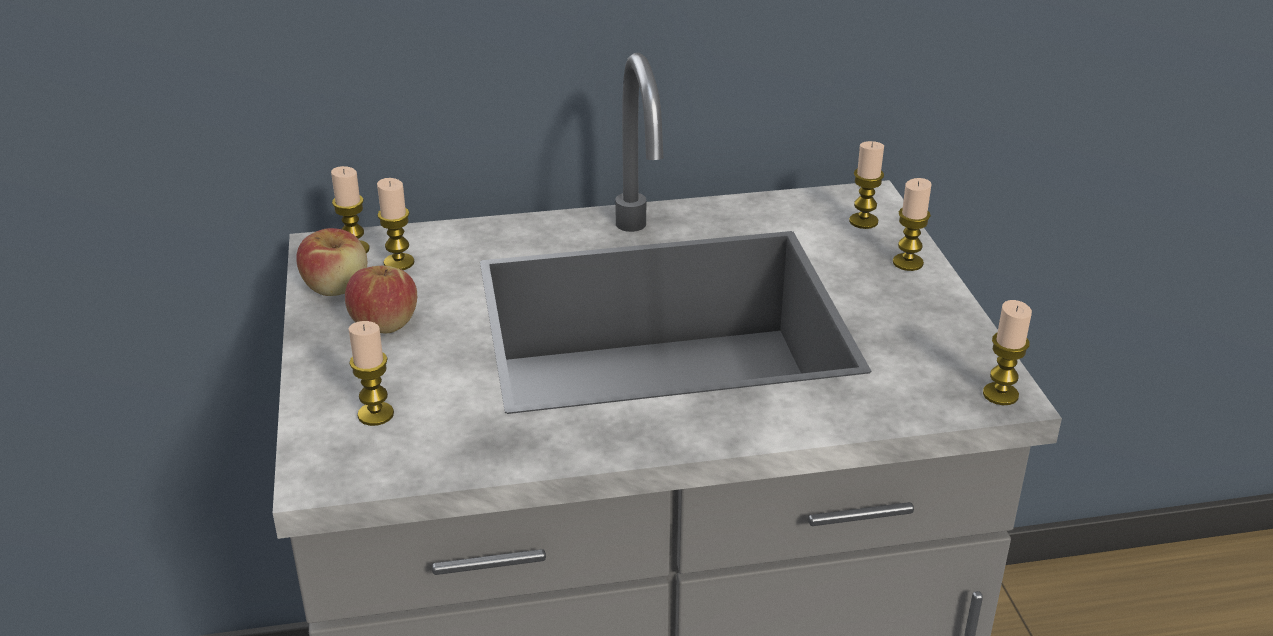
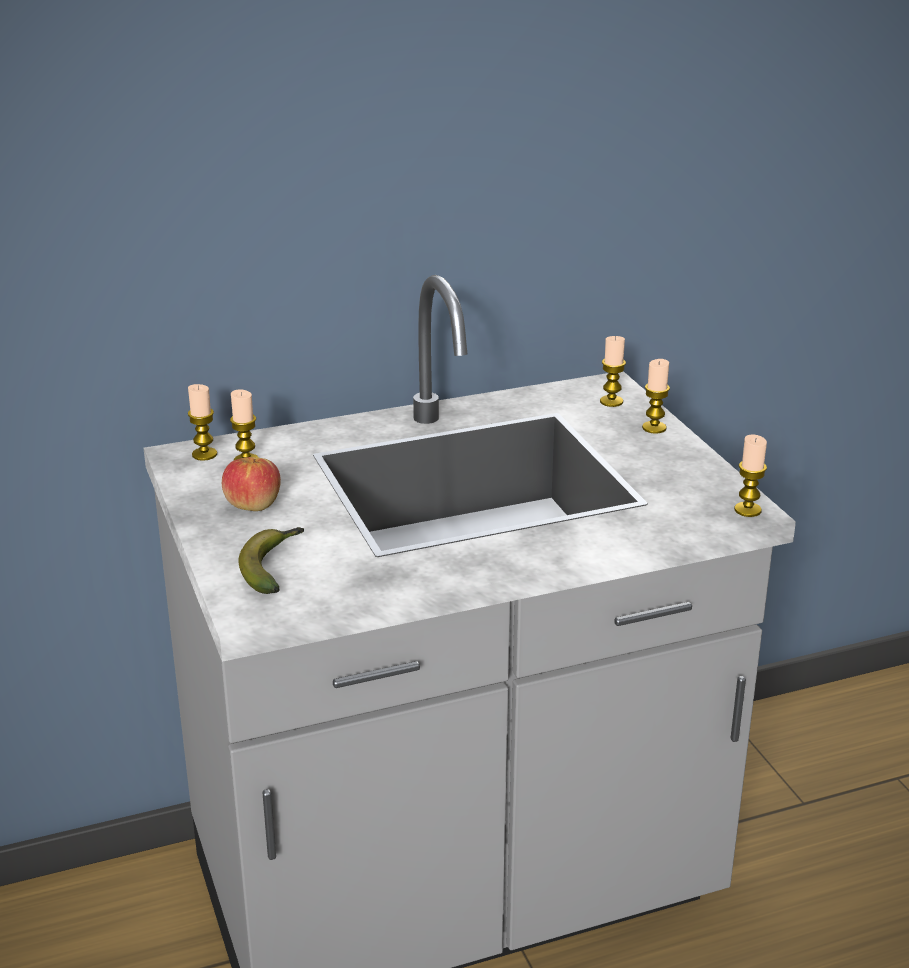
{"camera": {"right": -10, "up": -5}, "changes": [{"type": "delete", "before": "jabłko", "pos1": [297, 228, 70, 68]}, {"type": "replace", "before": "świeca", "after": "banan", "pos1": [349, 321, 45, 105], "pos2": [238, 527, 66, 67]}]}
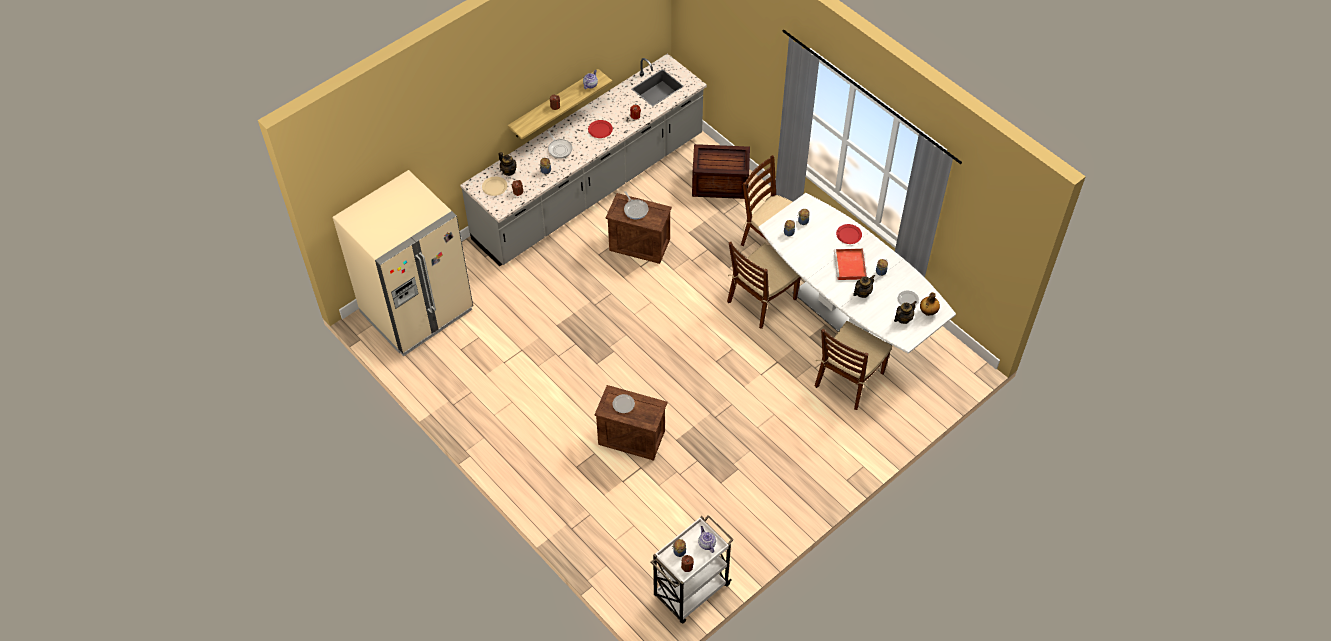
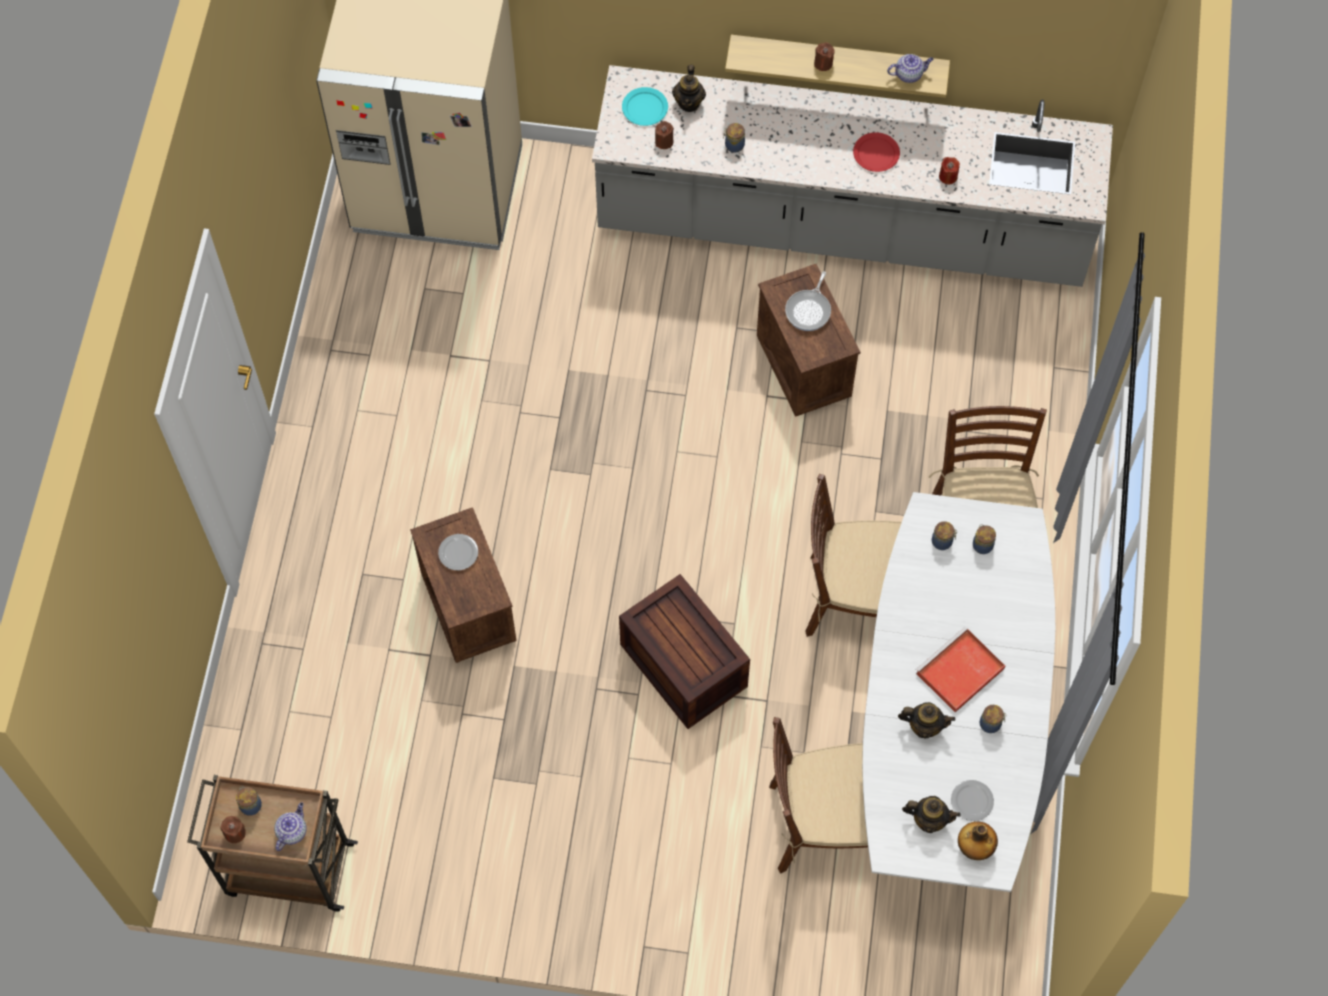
{"camera": {"right": 50, "up": 10}, "changes": [{"type": "recolor", "before": "talerz/beżowy", "after": "talerz/turkusowy", "pos1": [482, 176, 25, 20], "pos2": [622, 87, 46, 39]}, {"type": "delete", "before": "patelnia", "pos1": [548, 131, 24, 28]}, {"type": "recolor", "before": "wózek/biały", "after": "wózek/brązowy", "pos1": [650, 515, 83, 109], "pos2": [187, 775, 171, 137]}, {"type": "move", "before": "skrzynka", "pos1": [692, 144, 58, 55], "pos2": [619, 574, 131, 155]}, {"type": "delete", "before": "talerz/czerwony", "pos1": [836, 224, 26, 20]}]}
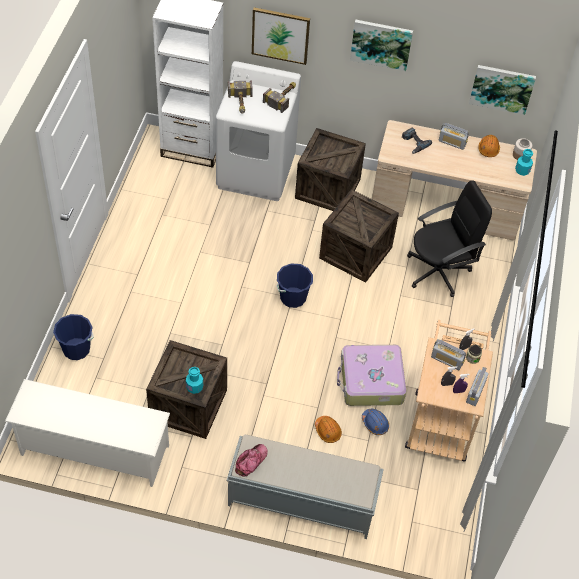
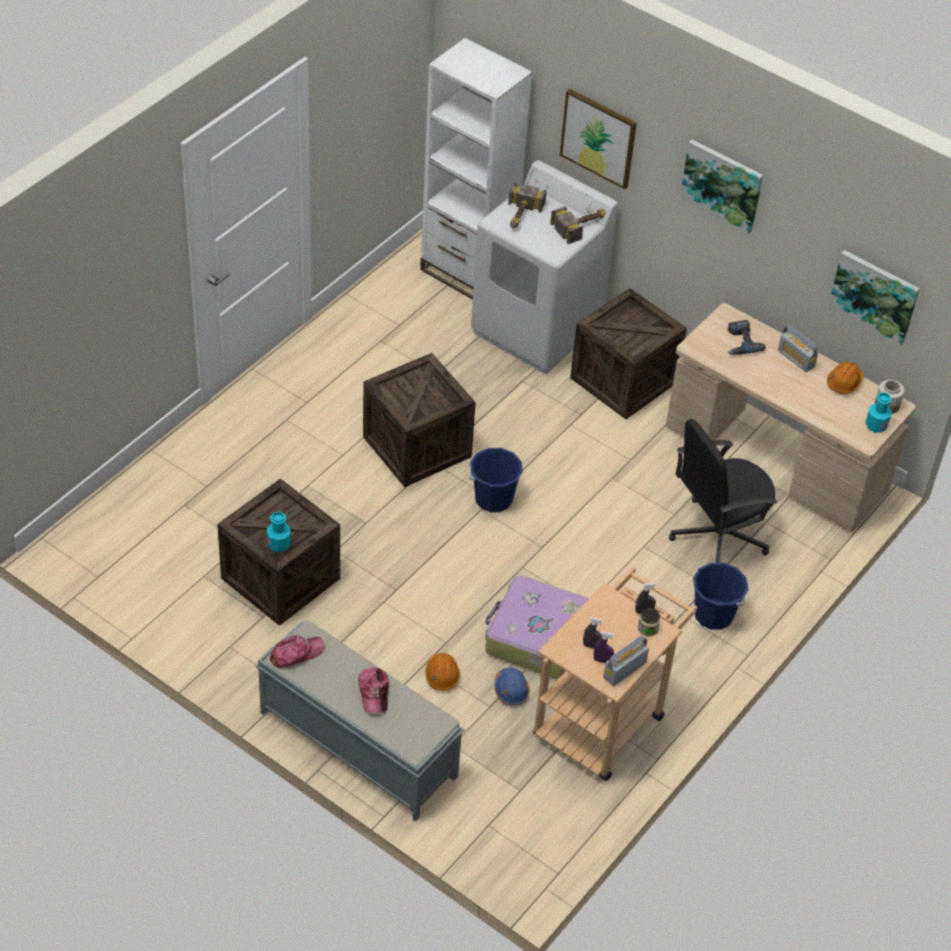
{"camera": {"right": 25, "up": -5}, "changes": [{"type": "delete", "before": "regał na buty/biały", "pos1": [5, 379, 165, 108]}, {"type": "move", "before": "wiadro/niebieski", "pos1": [53, 314, 41, 46], "pos2": [693, 563, 55, 67]}, {"type": "move", "before": "skrzynka", "pos1": [319, 189, 80, 94], "pos2": [363, 353, 113, 134]}, {"type": "rotate", "before": "krzesło biurowe/czarny", "pos1": [407, 180, 85, 117], "pos2": [669, 419, 108, 144], "turn": 150}, {"type": "delete", "before": "radio", "pos1": [431, 339, 35, 31]}, {"type": "insert", "after": "czapka z daszkiem", "pos2": [358, 667, 31, 46]}]}
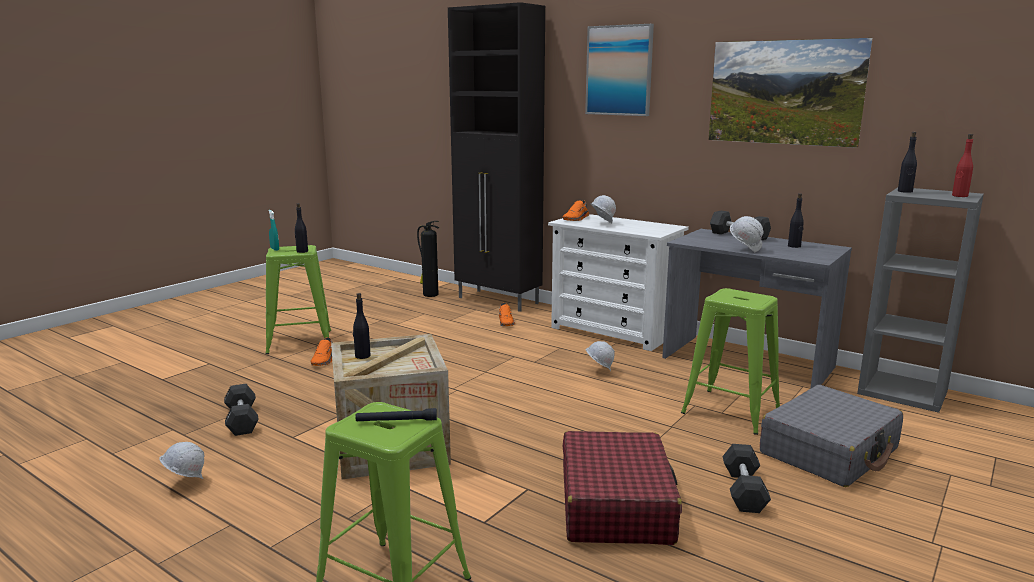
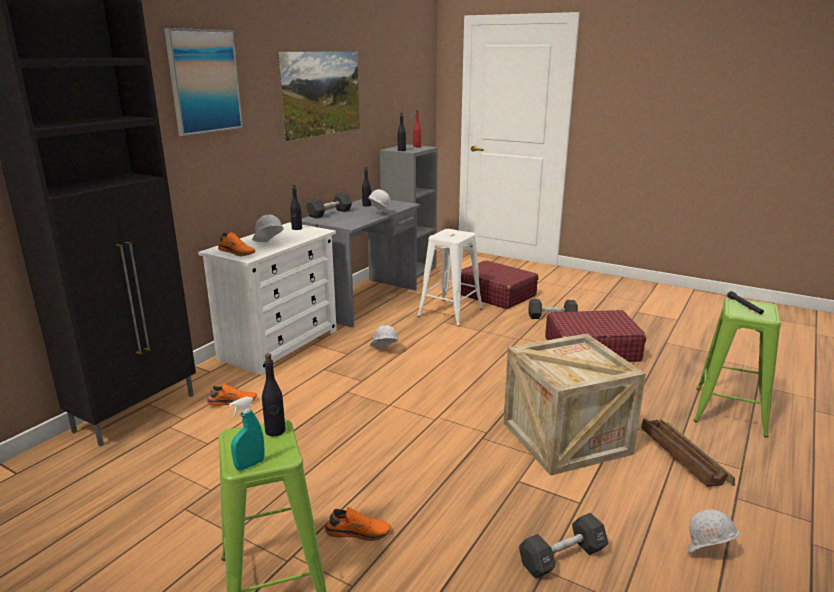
{"camera": {"right": -95, "up": 5}, "changes": [{"type": "move", "before": "butelka/czarny", "pos1": [353, 293, 18, 66], "pos2": [290, 184, 12, 46]}, {"type": "delete", "before": "gaśnica", "pos1": [417, 221, 22, 76]}, {"type": "recolor", "before": "stołek/zielony", "after": "stołek/biały", "pos1": [681, 288, 99, 147], "pos2": [417, 229, 66, 97]}, {"type": "recolor", "before": "walizka/szary", "after": "walizka/czerwony", "pos1": [760, 385, 143, 102], "pos2": [461, 260, 77, 49]}, {"type": "insert", "after": "skrzynka", "pos2": [641, 418, 94, 69]}]}
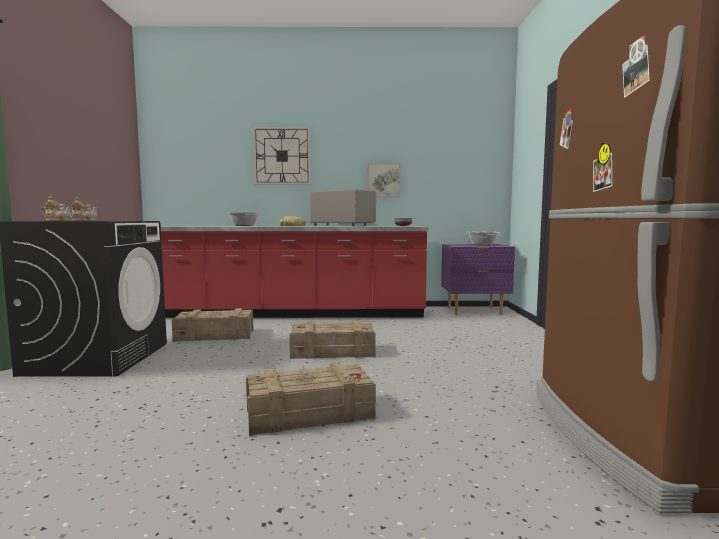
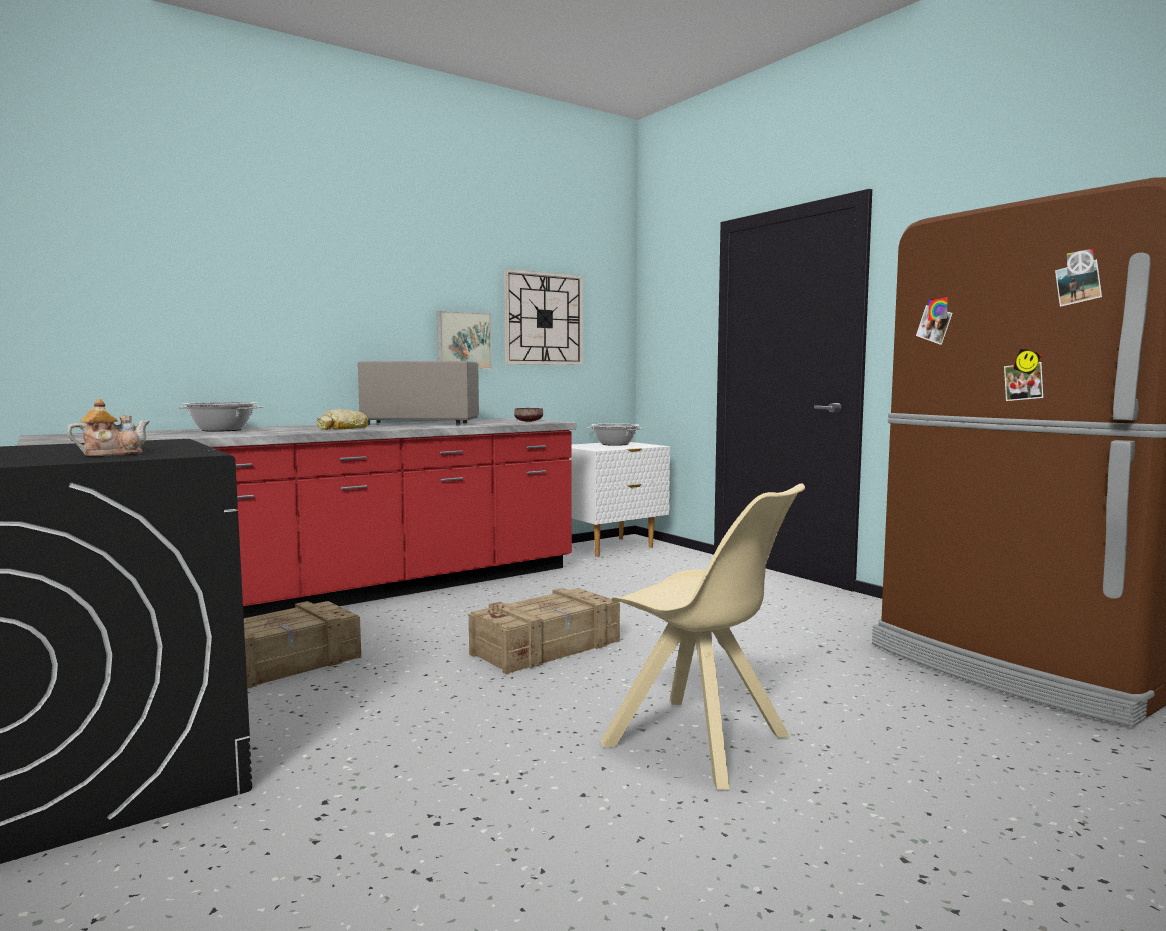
{"camera": {"right": -35, "up": 0}, "changes": [{"type": "delete", "before": "imbryk", "pos1": [40, 196, 32, 25]}, {"type": "replace", "before": "skrzynka", "after": "krzesło/beżowy", "pos1": [246, 362, 130, 74], "pos2": [600, 483, 205, 307]}, {"type": "move", "before": "zegar ścienny", "pos1": [253, 127, 58, 58], "pos2": [504, 269, 79, 96]}, {"type": "recolor", "before": "szafka nocna/fioletowy", "after": "szafka nocna/biały", "pos1": [441, 244, 74, 71], "pos2": [569, 442, 101, 115]}]}
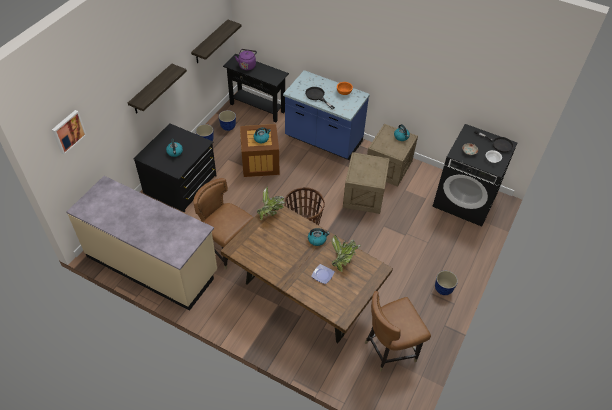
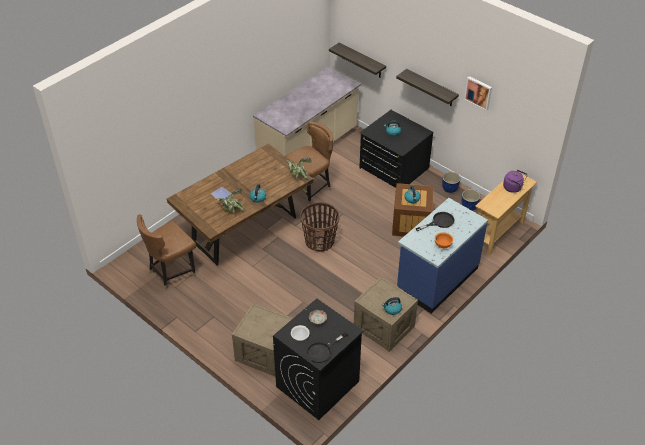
{"camera": {"right": 105, "up": -5}, "changes": [{"type": "move", "before": "obraz", "pos1": [52, 110, 34, 45], "pos2": [464, 76, 28, 35]}, {"type": "move", "before": "półka", "pos1": [191, 19, 50, 45], "pos2": [329, 42, 57, 35]}, {"type": "recolor", "before": "stolik konsolowy/czarny", "after": "stolik konsolowy/beżowy", "pos1": [223, 54, 66, 69], "pos2": [475, 170, 62, 85]}, {"type": "move", "before": "skrzynka", "pos1": [343, 152, 47, 62], "pos2": [232, 304, 61, 73]}, {"type": "rotate", "before": "krzesło/brązowy", "pos1": [365, 291, 66, 81], "pos2": [137, 215, 59, 75], "turn": -120}, {"type": "delete", "before": "donica", "pos1": [435, 271, 23, 24]}]}
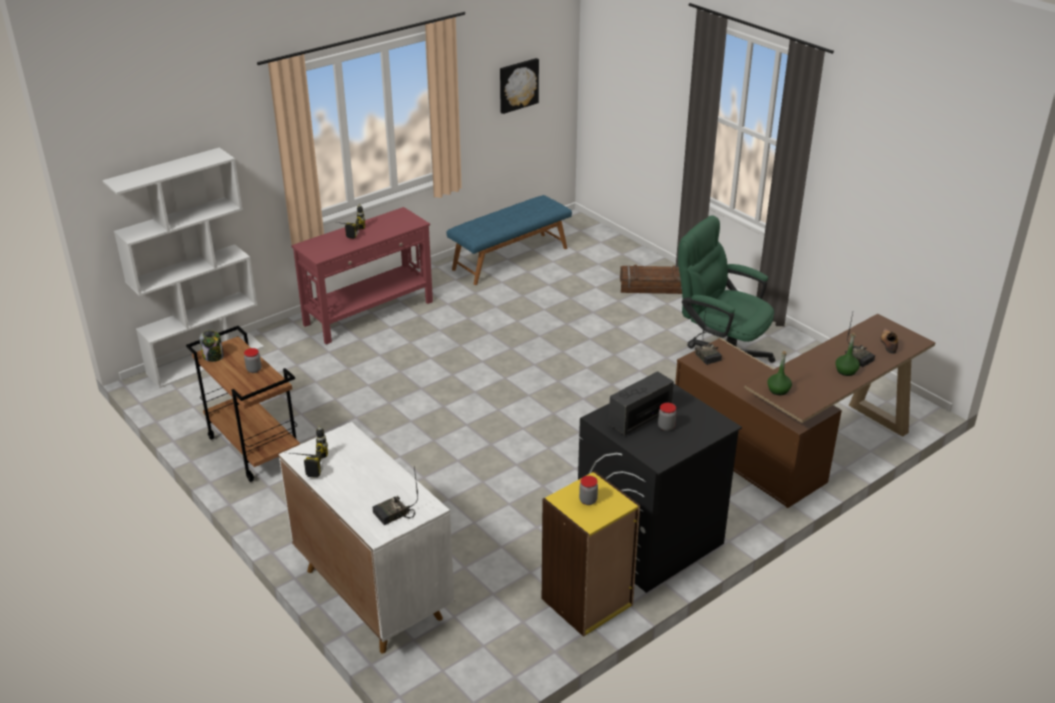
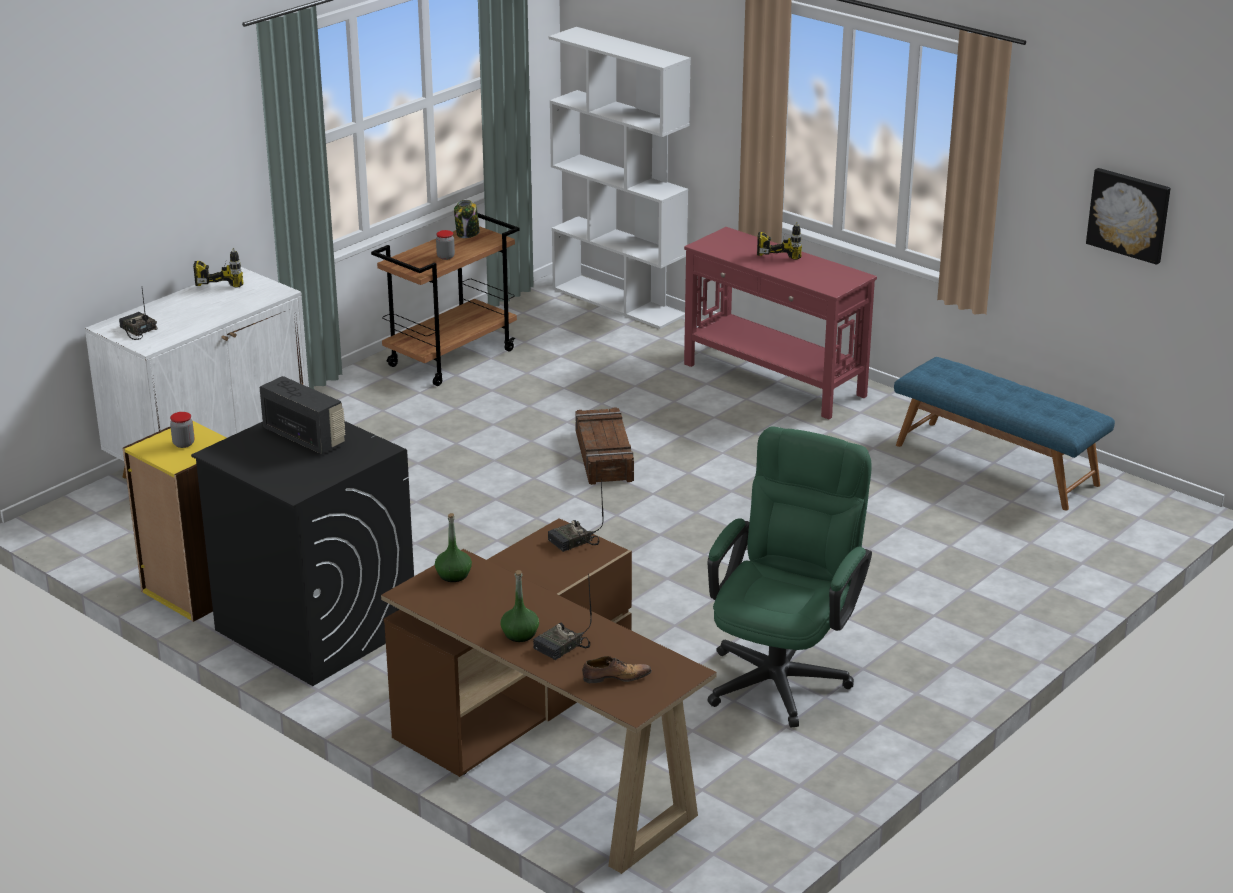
{"camera": {"right": 80, "up": -5}, "changes": [{"type": "move", "before": "skrzynka", "pos1": [620, 265, 62, 29], "pos2": [575, 407, 59, 78]}, {"type": "delete", "before": "słoik", "pos1": [658, 403, 19, 28]}]}
